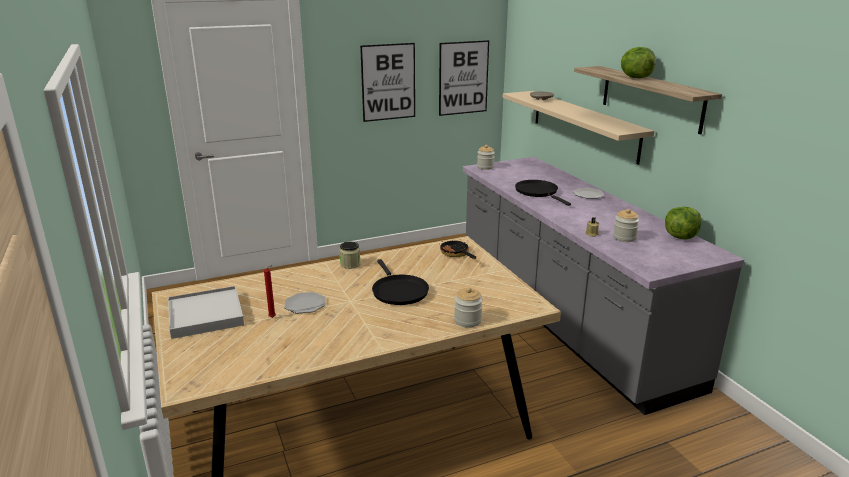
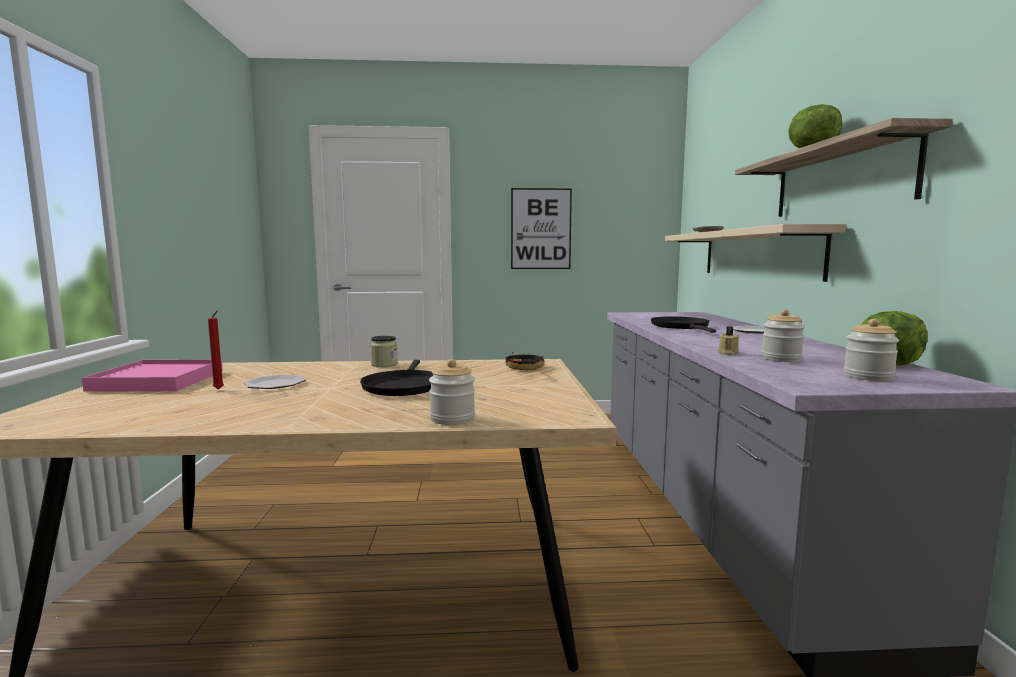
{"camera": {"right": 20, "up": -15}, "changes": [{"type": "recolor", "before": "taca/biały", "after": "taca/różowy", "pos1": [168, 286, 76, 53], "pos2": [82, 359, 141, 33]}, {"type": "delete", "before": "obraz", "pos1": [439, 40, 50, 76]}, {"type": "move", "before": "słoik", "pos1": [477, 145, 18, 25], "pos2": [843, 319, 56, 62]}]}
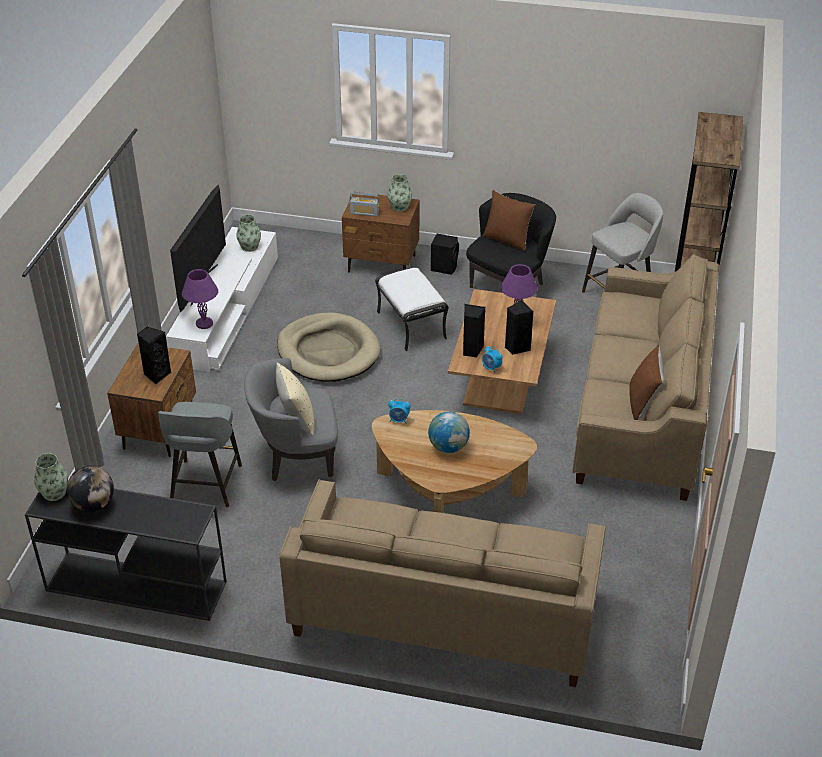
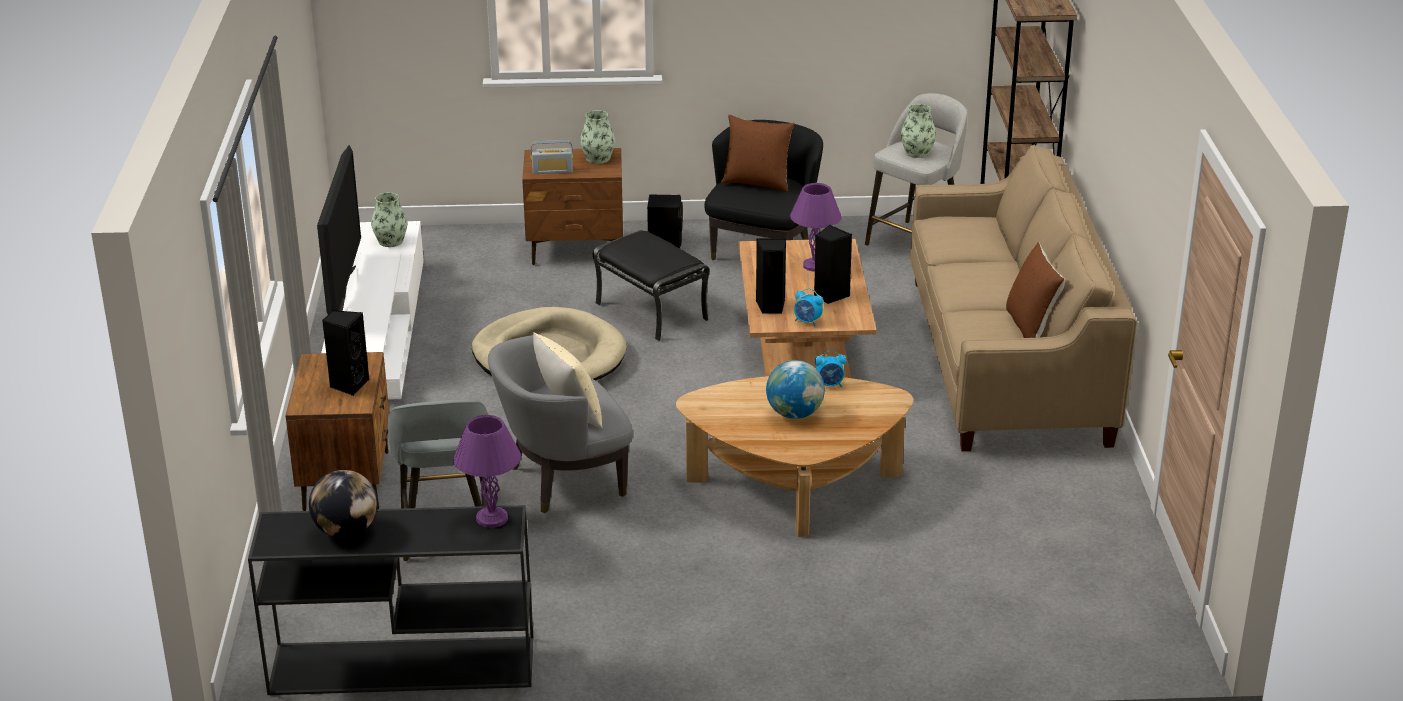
{"camera": {"right": -15, "up": -10}, "changes": [{"type": "move", "before": "wazon", "pos1": [34, 453, 34, 48], "pos2": [901, 104, 35, 54]}, {"type": "move", "before": "lampa stołowa/fioletowy", "pos1": [182, 269, 36, 60], "pos2": [454, 415, 67, 113]}, {"type": "delete", "before": "kanapa/beżowy", "pos1": [279, 479, 327, 208]}, {"type": "recolor", "before": "pufa/biały", "after": "pufa/czarny", "pos1": [375, 266, 74, 85], "pos2": [593, 230, 117, 111]}, {"type": "move", "before": "budzik", "pos1": [388, 398, 23, 26], "pos2": [815, 350, 32, 37]}]}
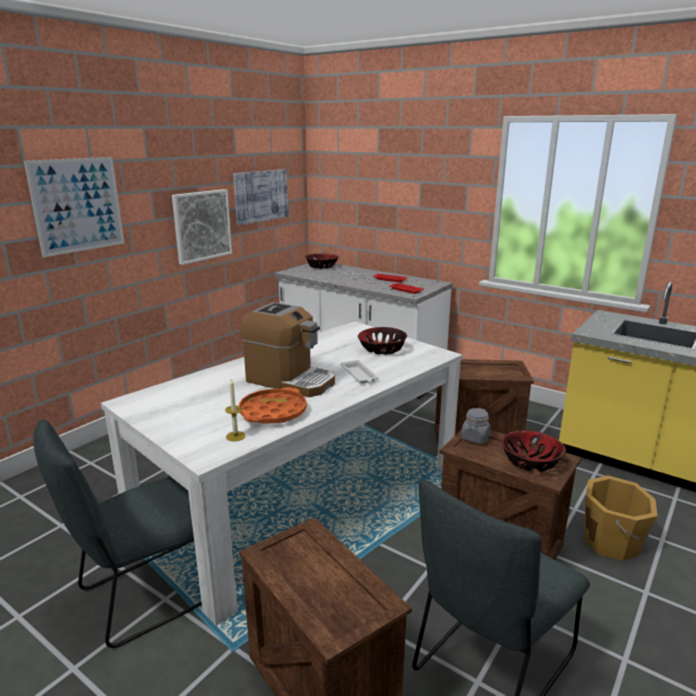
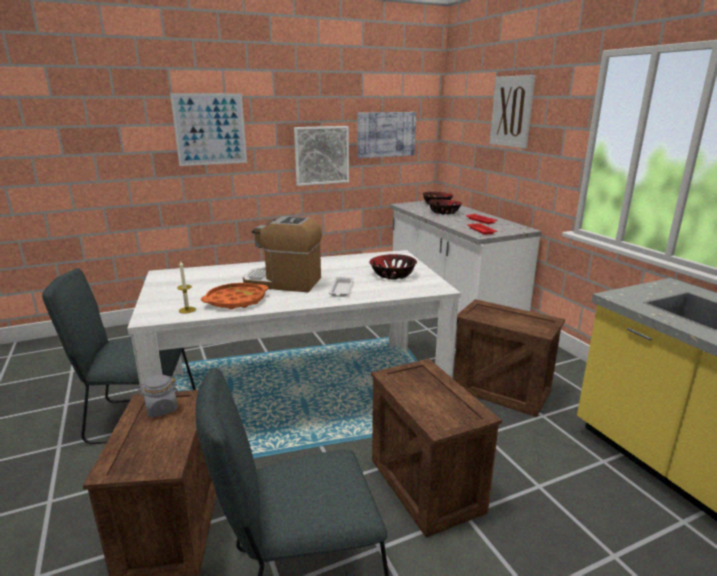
{"camera": {"right": 30, "up": 0}, "changes": [{"type": "rotate", "before": "ekspres do kawy", "pos1": [240, 302, 95, 95], "pos2": [243, 216, 79, 76], "turn": 135}, {"type": "move", "before": "słoik/szary", "pos1": [461, 408, 30, 36], "pos2": [138, 375, 41, 42]}, {"type": "move", "before": "miska", "pos1": [502, 430, 64, 42], "pos2": [428, 199, 34, 15]}, {"type": "delete", "before": "wiadro/pomarańczowy", "pos1": [585, 475, 73, 86]}, {"type": "insert", "after": "obraz", "pos2": [490, 75, 46, 73]}]}
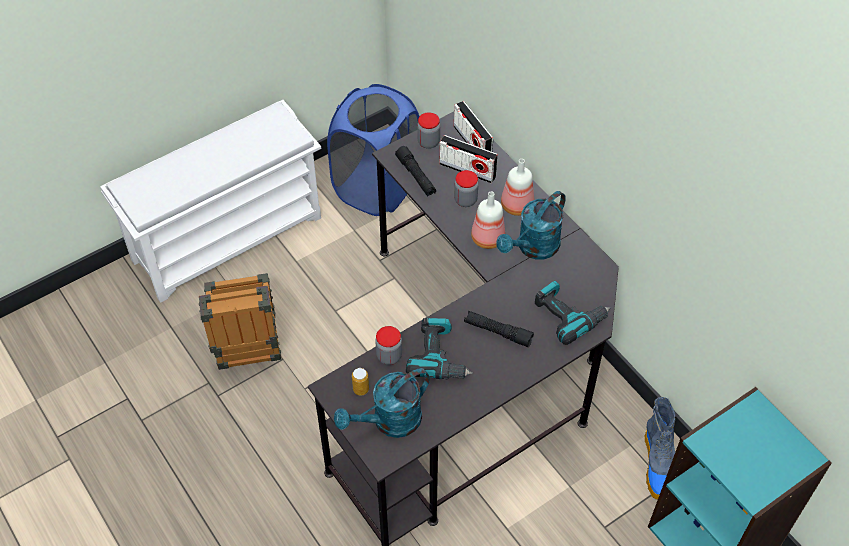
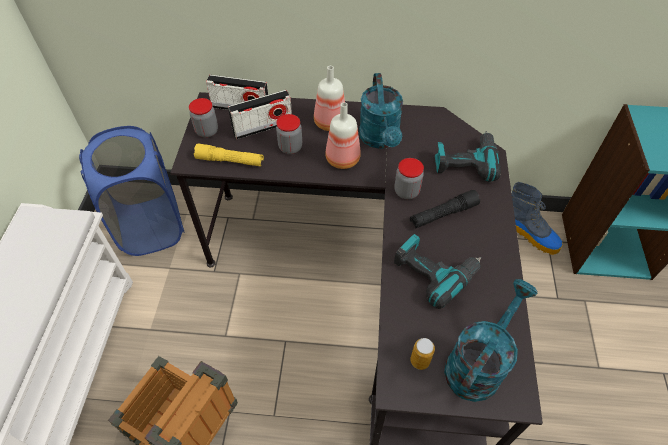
{"camera": {"right": -50, "up": 0}, "changes": [{"type": "rotate", "before": "konewka/turkusowy", "pos1": [334, 368, 96, 70], "pos2": [444, 279, 94, 123], "turn": -150}, {"type": "move", "before": "słoik", "pos1": [375, 326, 27, 39], "pos2": [395, 158, 29, 41]}, {"type": "recolor", "before": "latarka/czarny", "after": "latarka/żółty", "pos1": [395, 146, 41, 50], "pos2": [194, 144, 70, 22]}]}
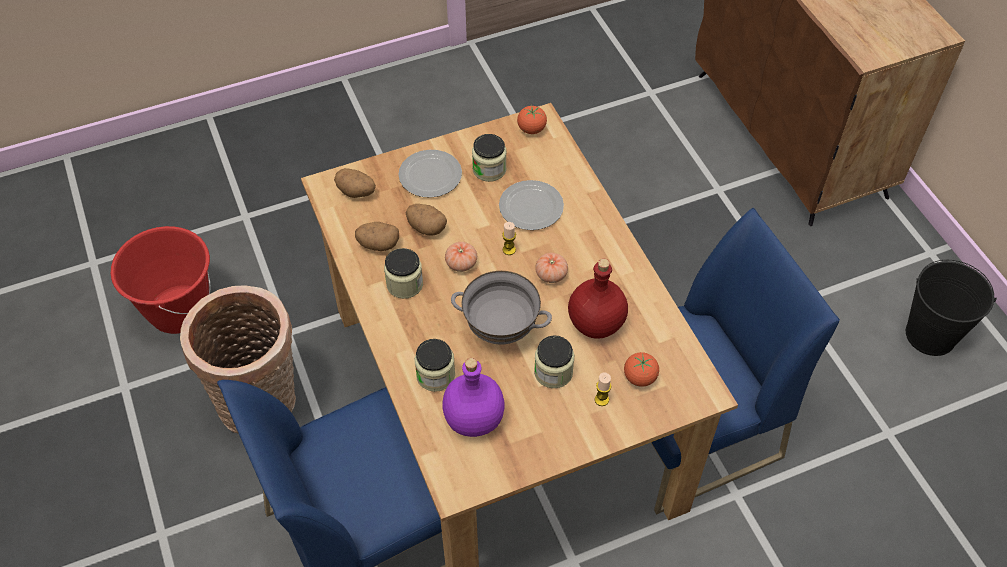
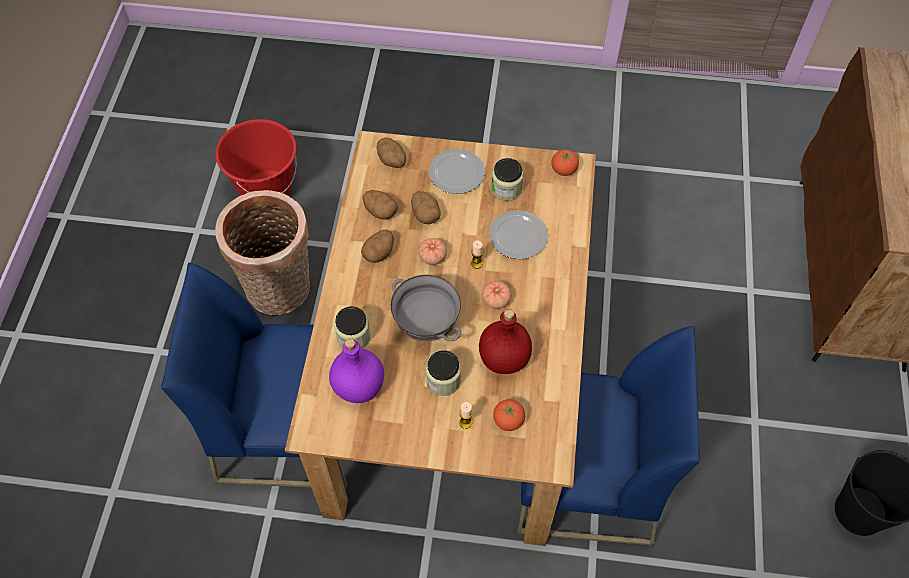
{"camera": {"right": 30, "up": 5}, "changes": [{"type": "replace", "before": "słoik", "after": "ziemniak", "pos1": [384, 248, 39, 51], "pos2": [361, 229, 33, 34]}]}
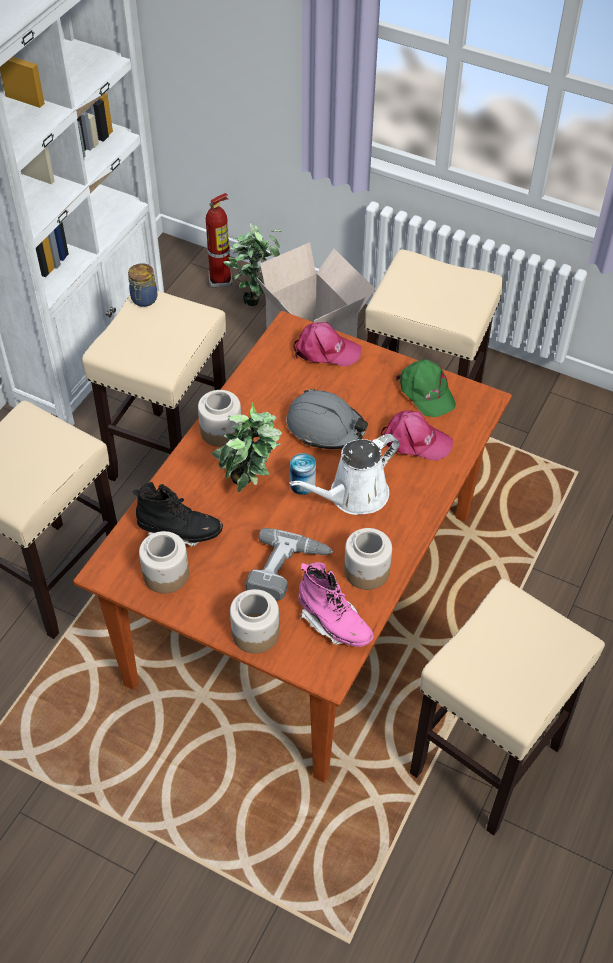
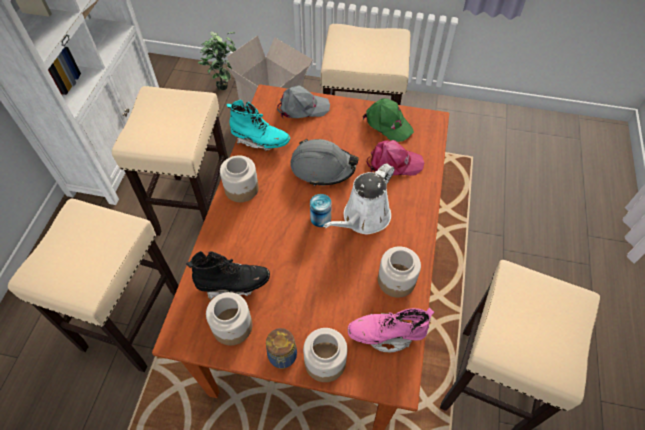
{"camera": {"right": -15, "up": 5}, "changes": [{"type": "move", "before": "słoik", "pos1": [128, 263, 30, 44], "pos2": [266, 328, 31, 41]}, {"type": "delete", "before": "gaśnica", "pos1": [206, 193, 26, 94]}, {"type": "delete", "before": "roślina doniczkowa", "pos1": [212, 403, 70, 89]}, {"type": "delete", "before": "wiertarka", "pos1": [246, 528, 88, 72]}, {"type": "recolor", "before": "czapka z daszkiem/różowy", "after": "czapka z daszkiem/szary", "pos1": [293, 322, 68, 44], "pos2": [277, 85, 53, 34]}, {"type": "rotate", "before": "but z cholewką/różowy", "pos1": [298, 562, 76, 85], "pos2": [348, 308, 86, 44], "turn": 150}, {"type": "insert", "after": "but z cholewką/turkusowy", "pos2": [226, 100, 64, 51]}]}
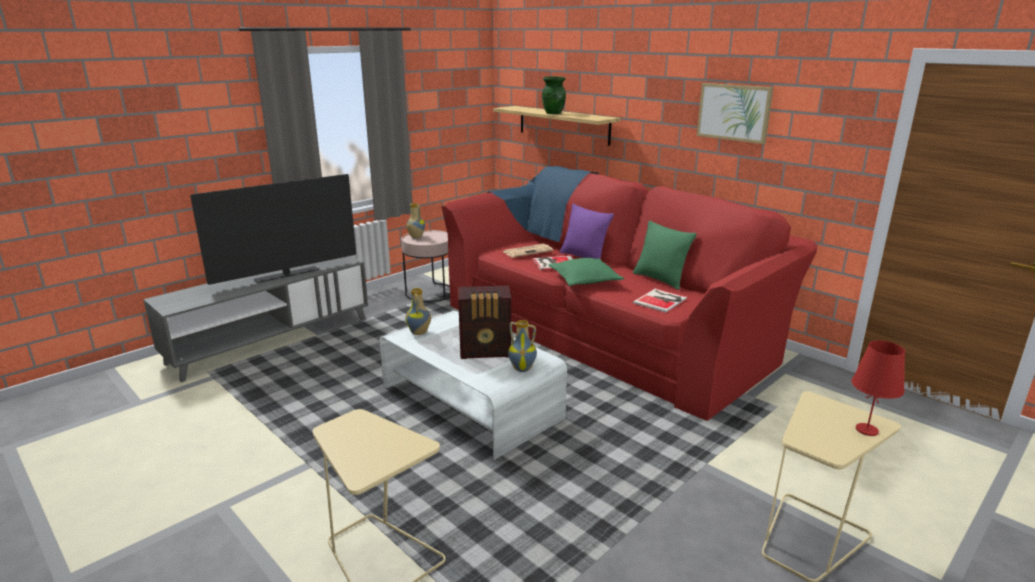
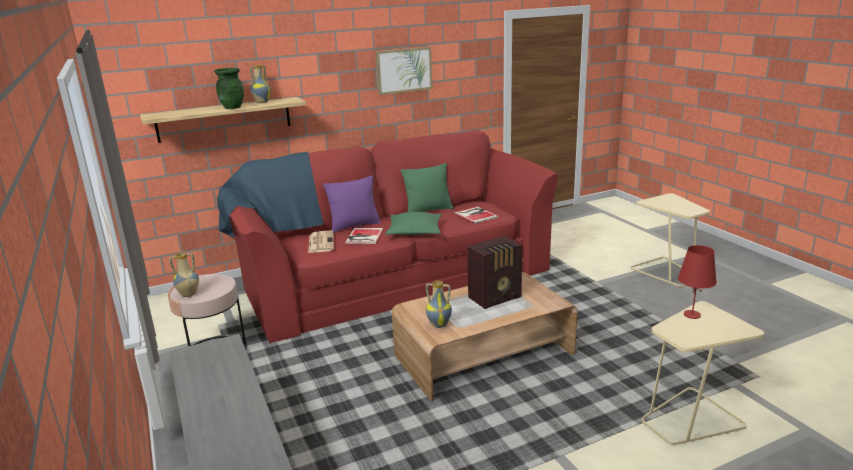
{"camera": {"right": -70, "up": 0}, "changes": [{"type": "delete", "before": "telewizor", "pos1": [190, 174, 166, 111]}, {"type": "recolor", "before": "ława/biały", "after": "ława/brązowy", "pos1": [380, 311, 187, 149], "pos2": [392, 272, 186, 130]}, {"type": "rotate", "before": "radio", "pos1": [458, 286, 53, 73], "pos2": [467, 236, 55, 73], "turn": 45}, {"type": "move", "before": "wazon", "pos1": [508, 320, 29, 52], "pos2": [250, 65, 21, 38]}, {"type": "move", "before": "lampa stołowa/czerwony", "pos1": [851, 340, 54, 96], "pos2": [678, 245, 39, 74]}]}
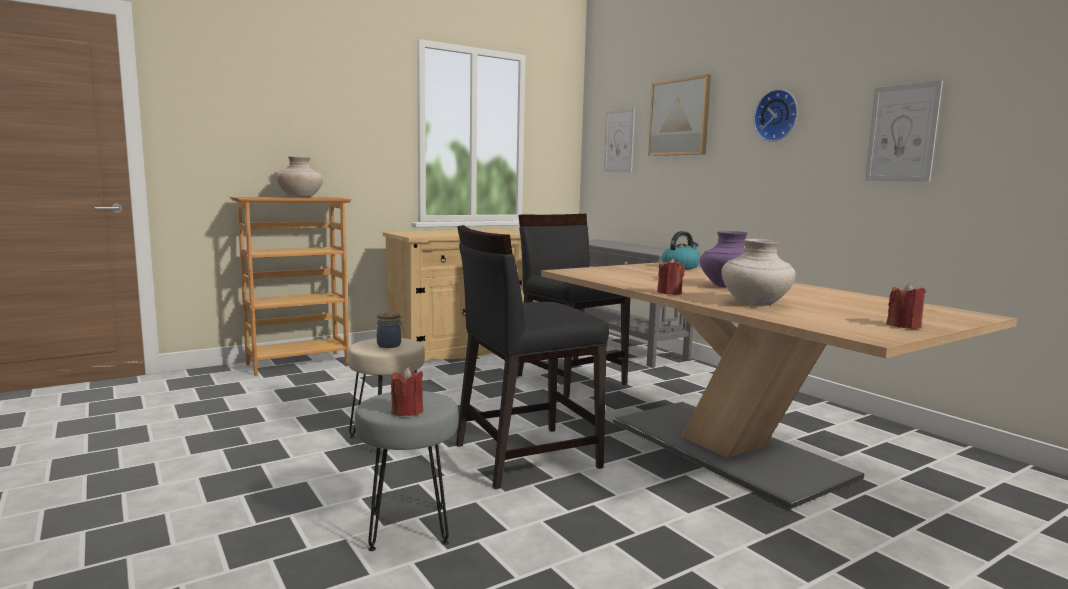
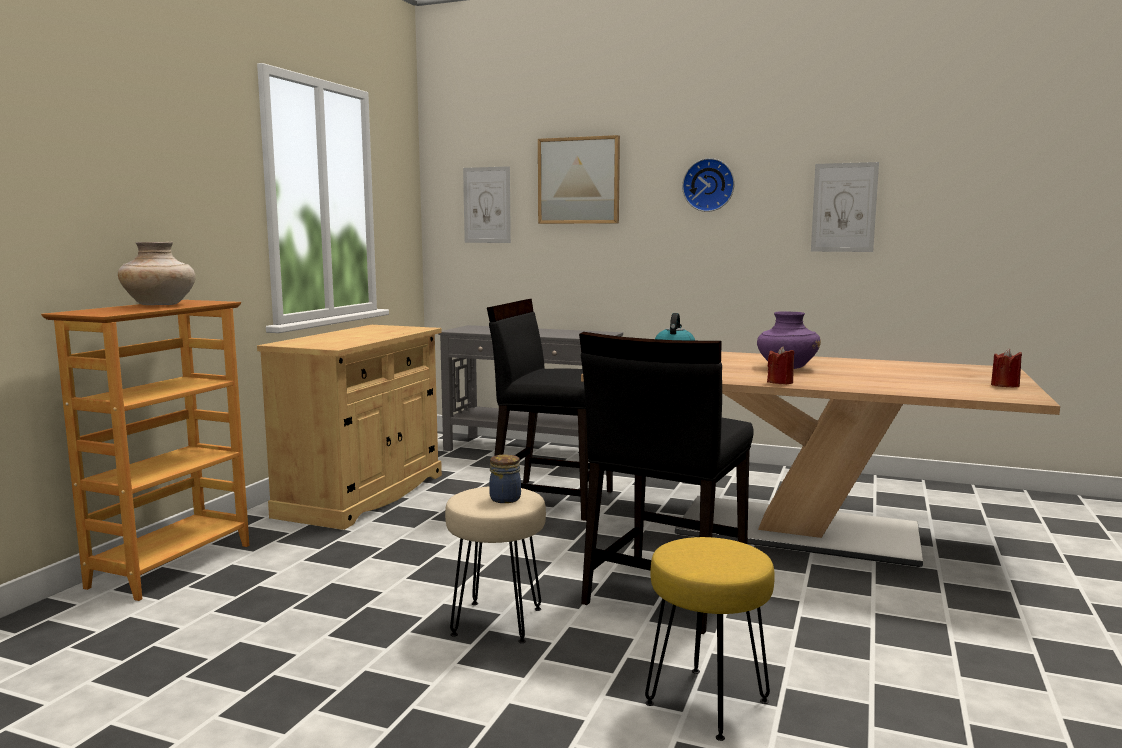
{"camera": {"right": -35, "up": 0}, "changes": [{"type": "recolor", "before": "stołek/szary", "after": "stołek/żółty", "pos1": [355, 391, 104, 160], "pos2": [645, 537, 130, 204]}, {"type": "delete", "before": "świeca/czerwony", "pos1": [391, 367, 32, 49]}, {"type": "delete", "before": "wazon/beżowy", "pos1": [721, 239, 75, 67]}]}
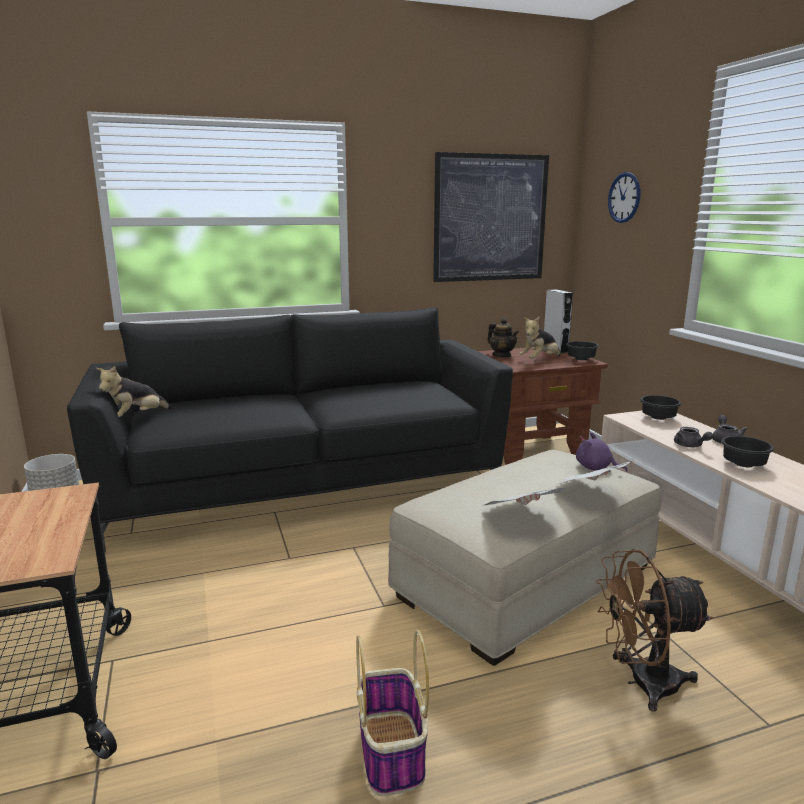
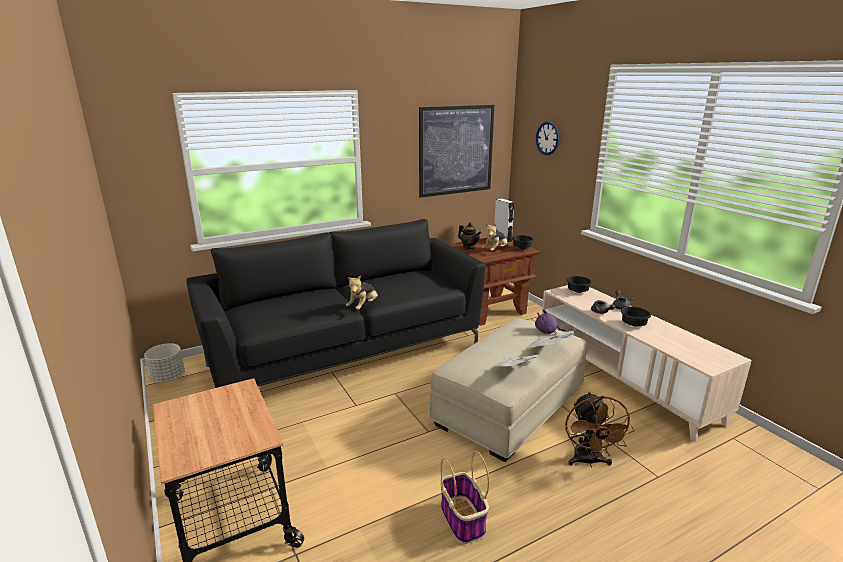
{"camera": {"right": -10, "up": 5}, "changes": [{"type": "move", "before": "pluszak", "pos1": [96, 366, 76, 51], "pos2": [346, 275, 32, 35]}, {"type": "rotate", "before": "wentylator/brązowy", "pos1": [596, 549, 117, 163], "pos2": [565, 392, 69, 76], "turn": -75}]}
